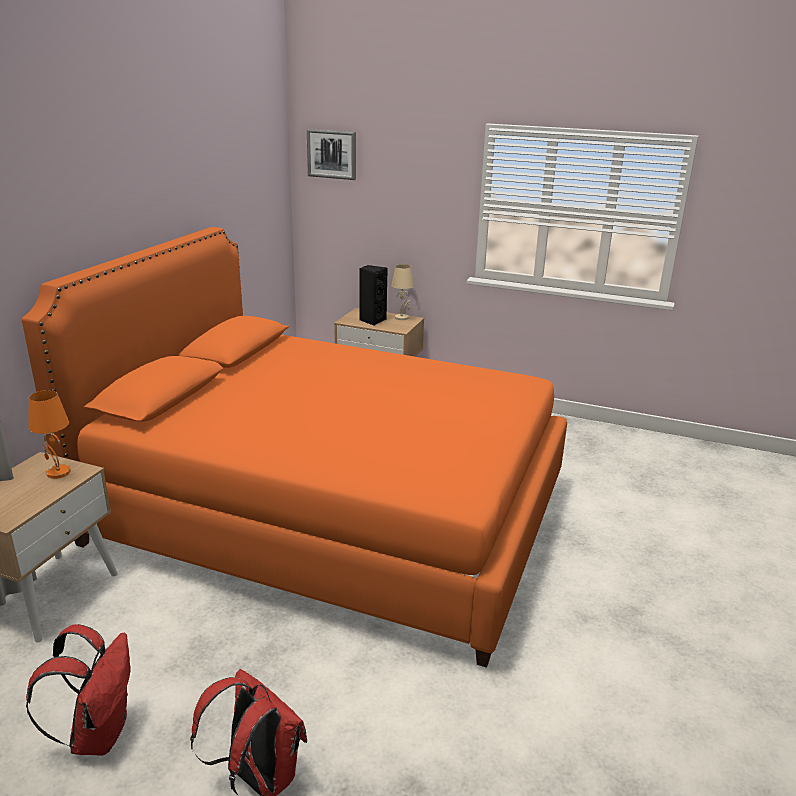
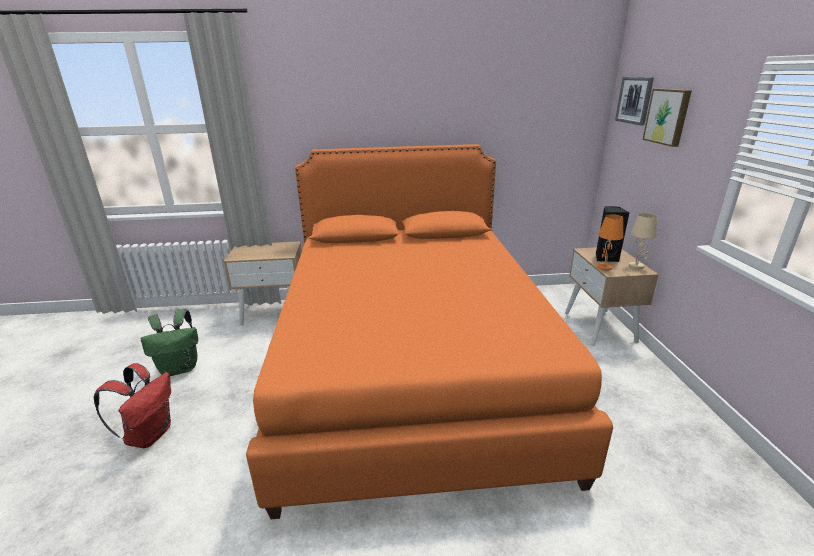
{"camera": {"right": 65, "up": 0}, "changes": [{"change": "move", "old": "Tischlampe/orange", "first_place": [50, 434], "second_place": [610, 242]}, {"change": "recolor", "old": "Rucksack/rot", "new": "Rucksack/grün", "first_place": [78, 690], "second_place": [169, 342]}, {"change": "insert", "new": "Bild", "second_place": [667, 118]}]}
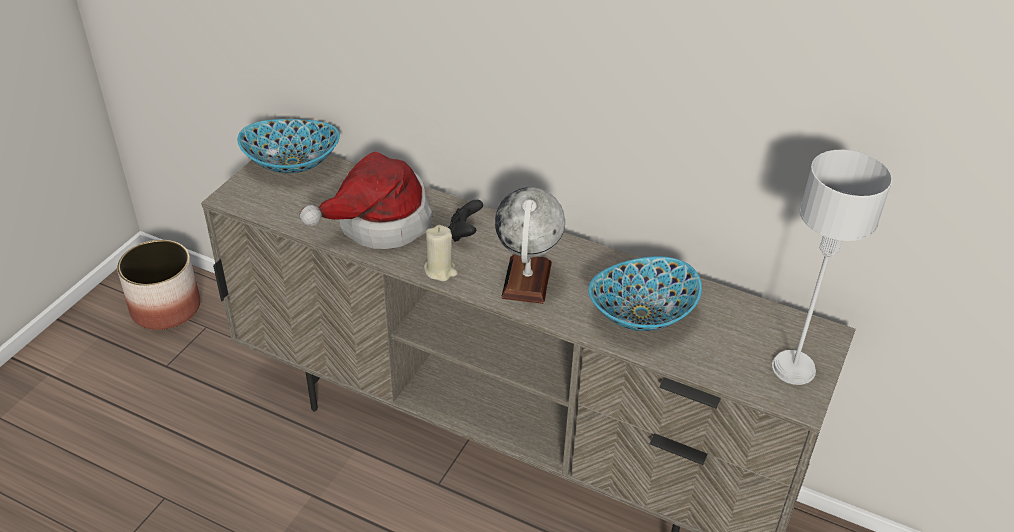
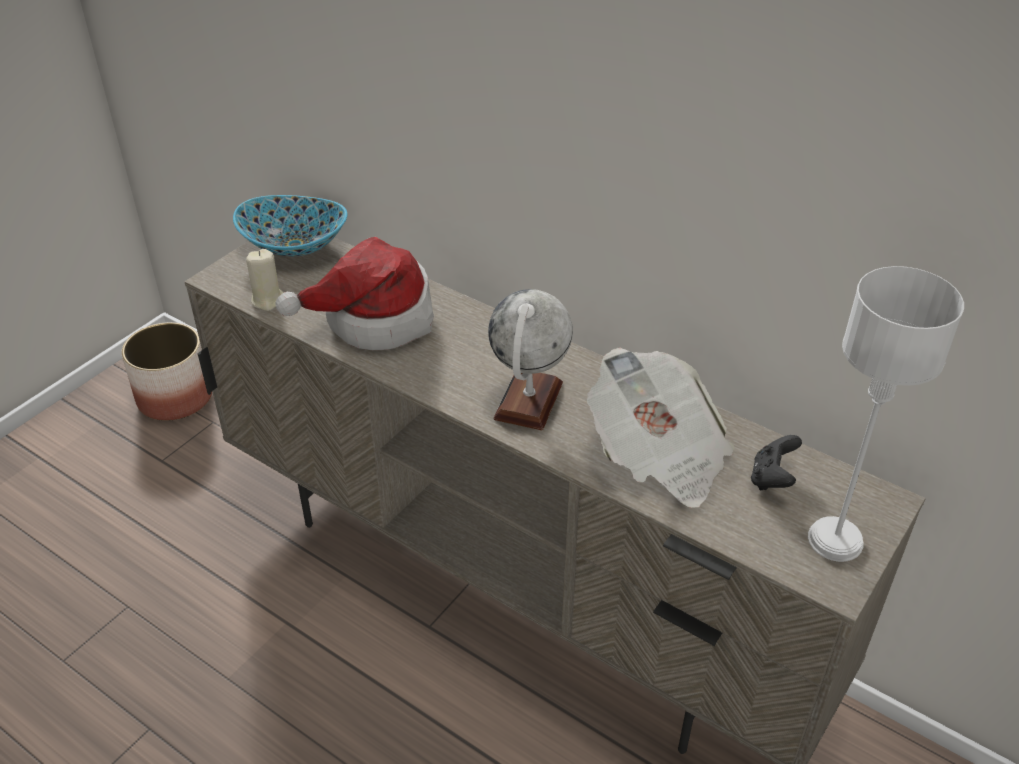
{"camera": {"right": 10, "up": 0}, "changes": [{"change": "move", "old": "Gamepad/schwarz", "first_place": [465, 221], "second_place": [776, 462]}, {"change": "move", "old": "Kerze/beige", "first_place": [441, 253], "second_place": [264, 280]}, {"change": "replace", "old": "Schüssel", "new": "Zeitung", "first_place": [645, 293], "second_place": [661, 428]}]}
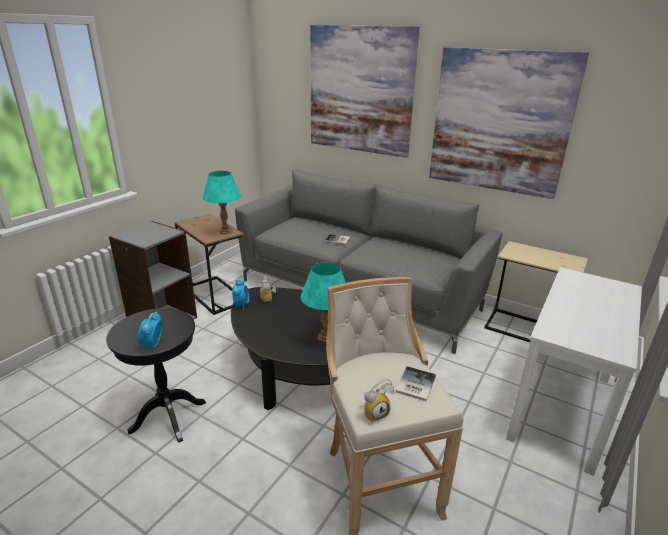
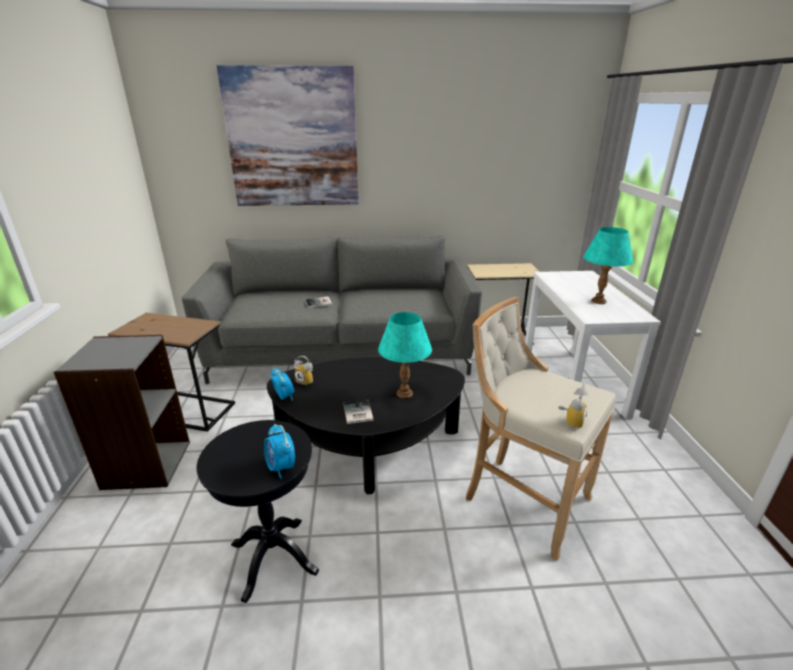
{"camera": {"right": -35, "up": 0}, "changes": [{"change": "delete", "old": "Bild", "first_place": [509, 123]}, {"change": "move", "old": "Tischlampe/türkis", "first_place": [222, 202], "second_place": [608, 265]}, {"change": "move", "old": "Buch", "first_place": [415, 383], "second_place": [359, 412]}]}
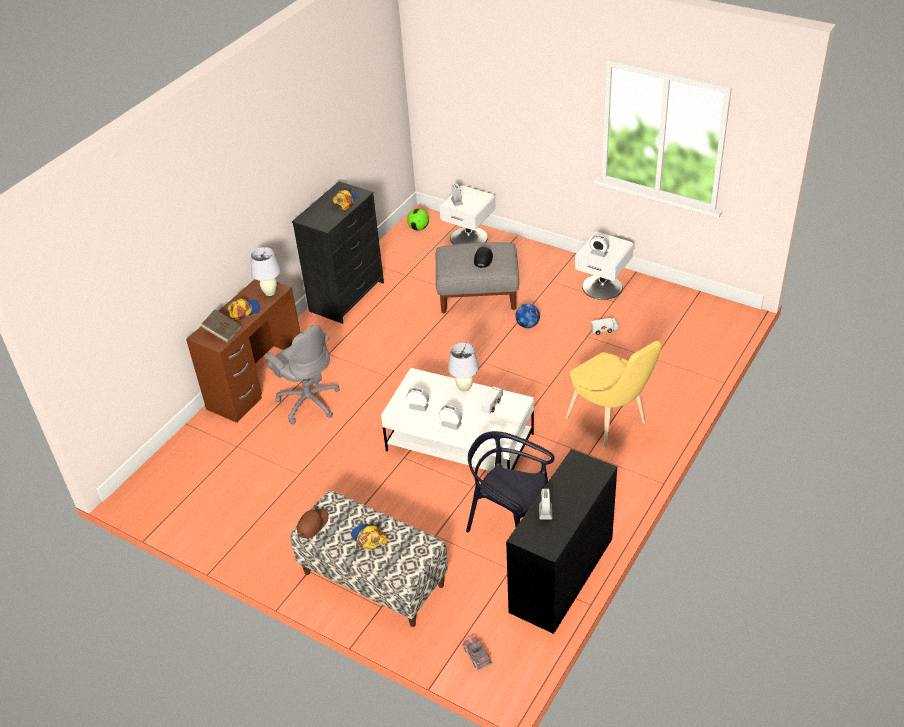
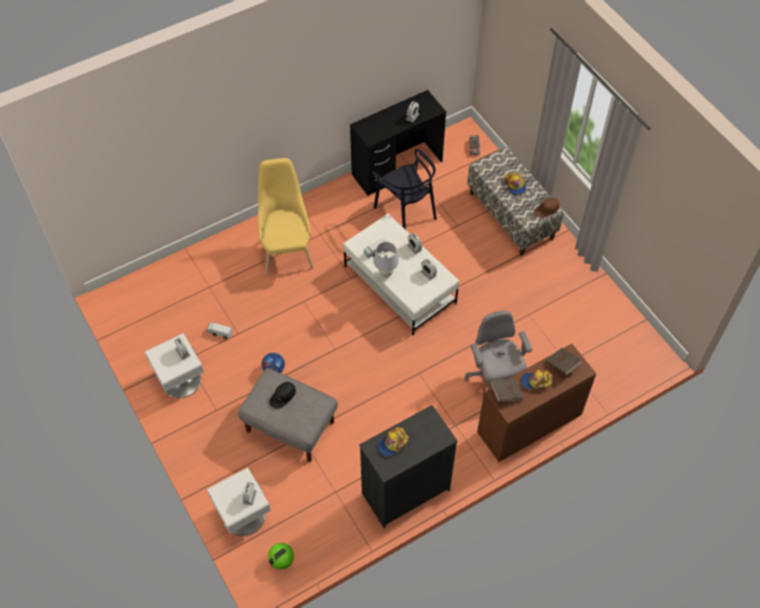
{"camera": {"right": -155, "up": 15}, "changes": [{"change": "replace", "old": "Tischlampe/weiß", "new": "Buch/braun", "first_place": [265, 271], "second_place": [507, 390]}]}
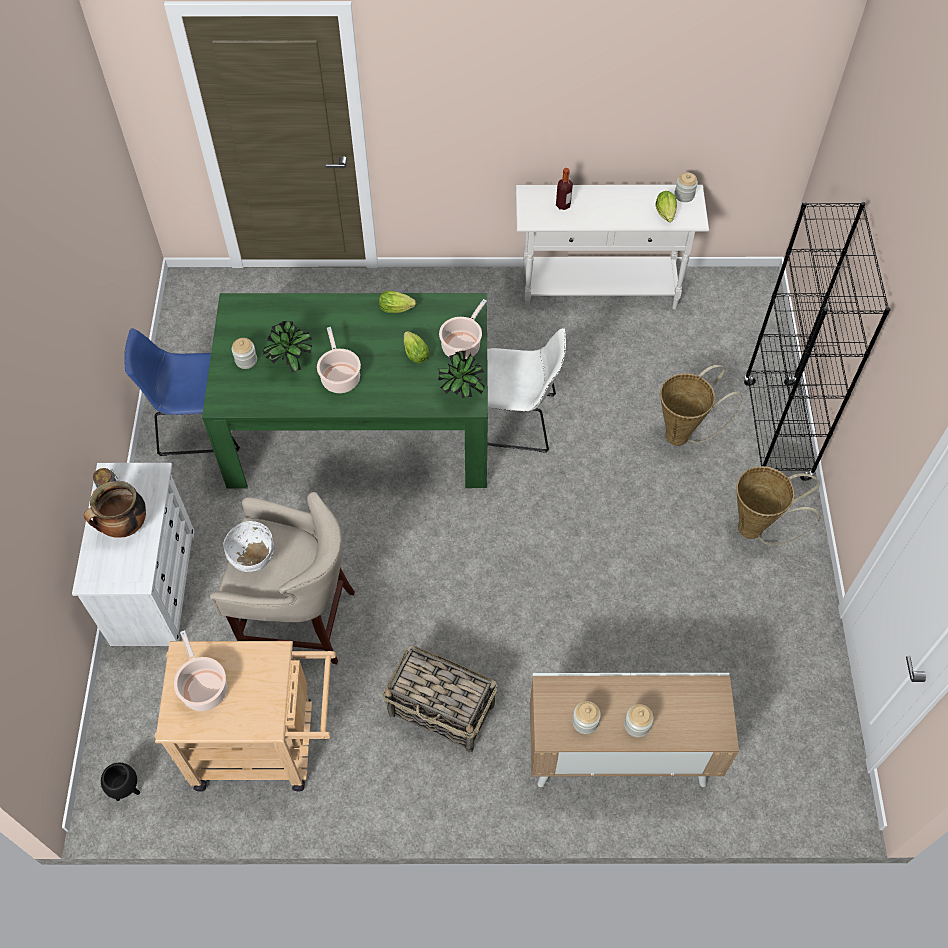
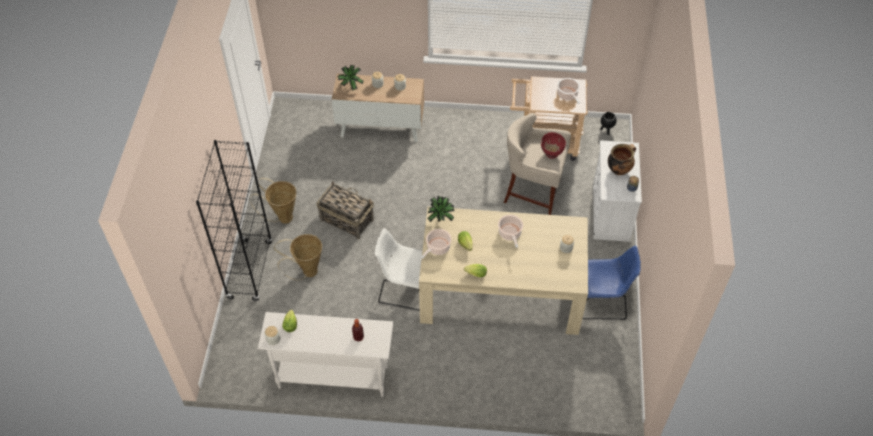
{"camera": {"right": -175, "up": -5}, "changes": [{"change": "recolor", "old": "Esstisch/grün", "new": "Esstisch/beige", "first_place": [345, 390], "second_place": [503, 271]}, {"change": "move", "old": "Topfpflanze", "first_place": [287, 347], "second_place": [350, 78]}, {"change": "recolor", "old": "Schüssel/weiß", "new": "Schüssel/rot", "first_place": [248, 546], "second_place": [553, 145]}, {"change": "move", "old": "Korb", "first_place": [439, 699], "second_place": [345, 210]}]}
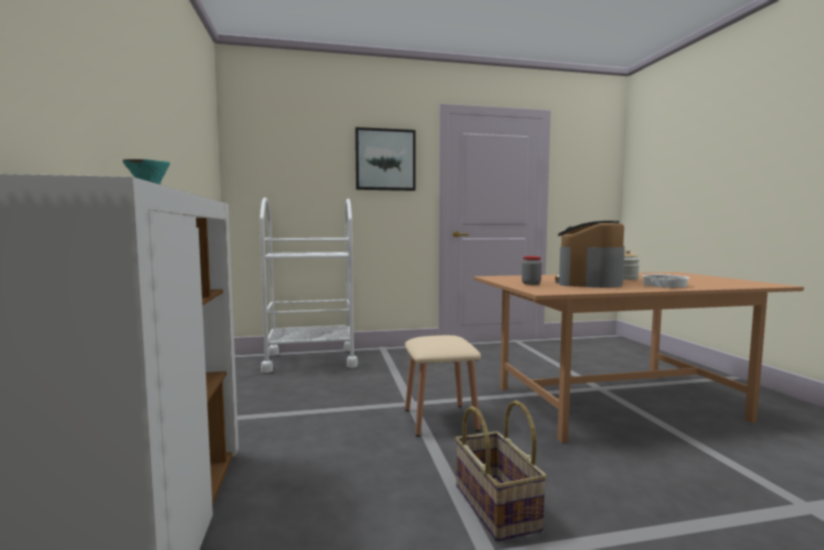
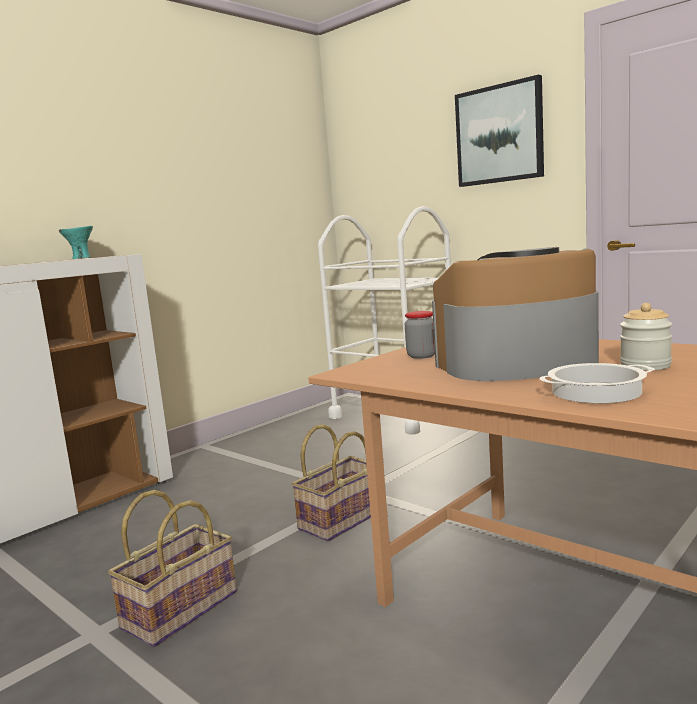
{"camera": {"right": 55, "up": 5}, "changes": [{"change": "replace", "old": "Hocker/beige", "new": "Korb", "first_place": [443, 385], "second_place": [331, 483]}]}
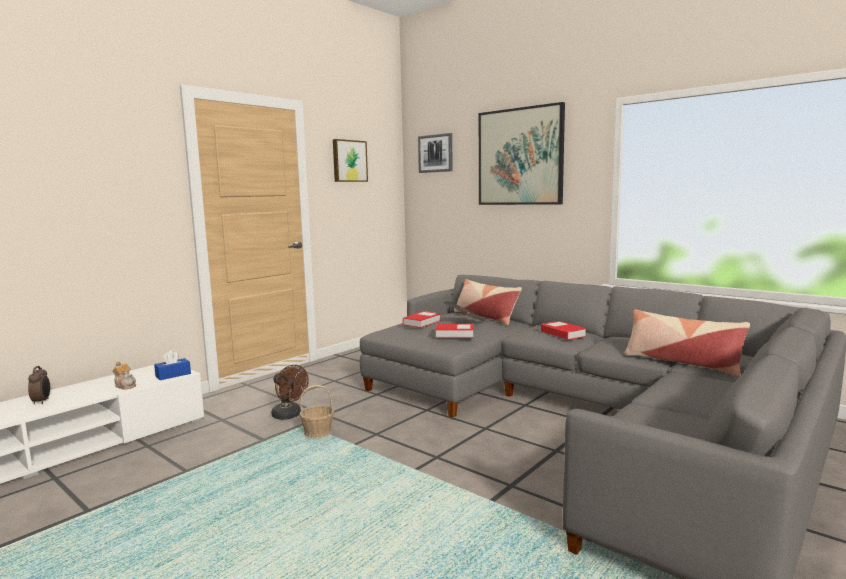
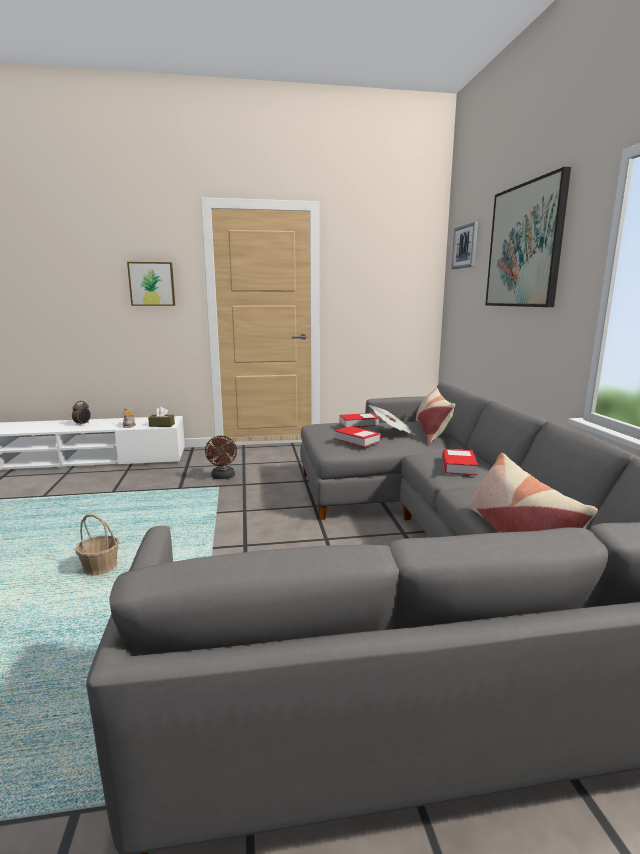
{"camera": {"right": 40, "up": 5}, "changes": [{"change": "move", "old": "Bild", "first_place": [350, 160], "second_place": [151, 284]}, {"change": "recolor", "old": "Taschentuchbox/blau", "new": "Taschentuchbox/braun", "first_place": [172, 365], "second_place": [161, 417]}, {"change": "move", "old": "Korb", "first_place": [316, 411], "second_place": [97, 545]}]}
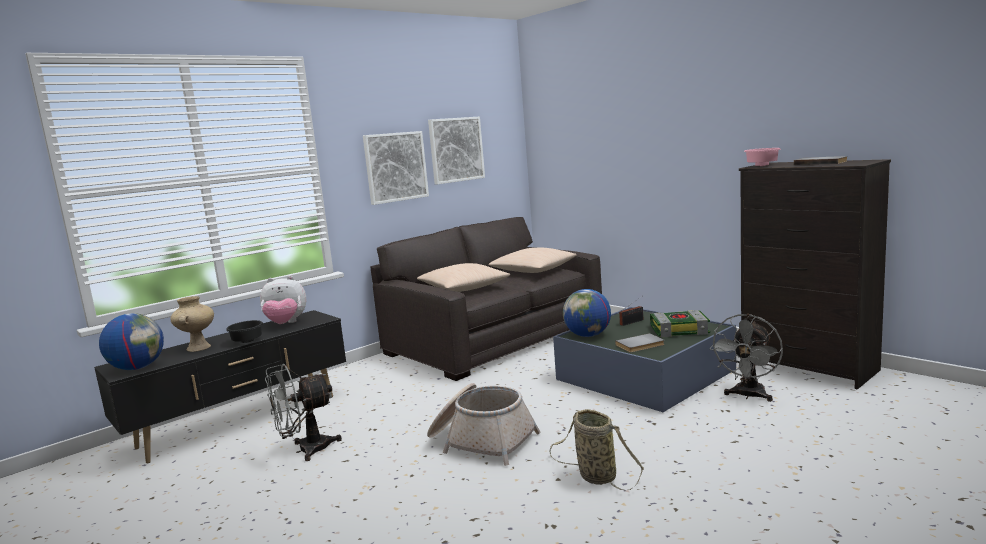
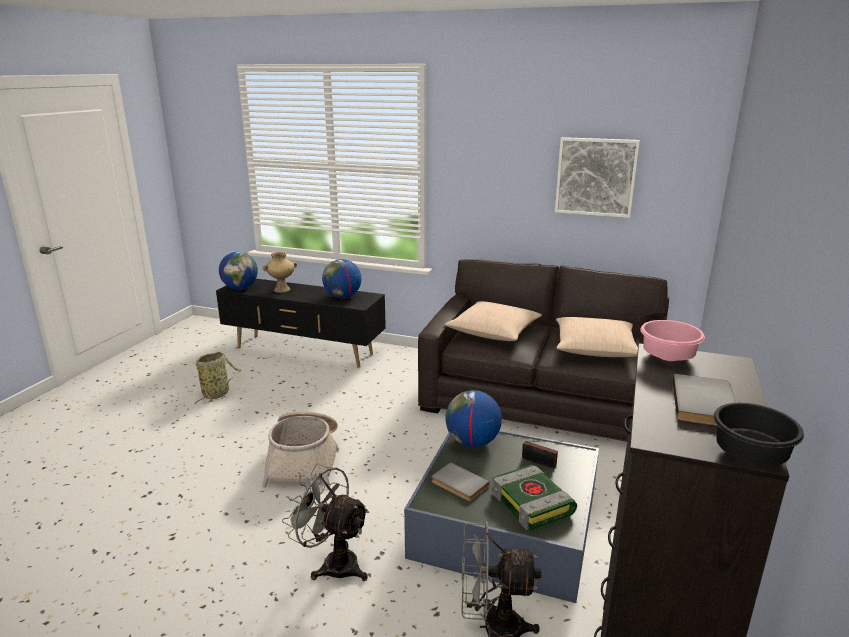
{"camera": {"right": 60, "up": 10}, "changes": [{"change": "delete", "old": "Bild", "first_place": [396, 168]}, {"change": "replace", "old": "Plüschtier", "new": "Globus", "first_place": [283, 300], "second_place": [342, 278]}, {"change": "move", "old": "Schüssel/schwarz", "first_place": [244, 331], "second_place": [758, 434]}, {"change": "move", "old": "Ventilator/grau", "first_place": [303, 412], "second_place": [325, 522]}, {"change": "move", "old": "Korb", "first_place": [596, 449], "second_place": [218, 378]}]}
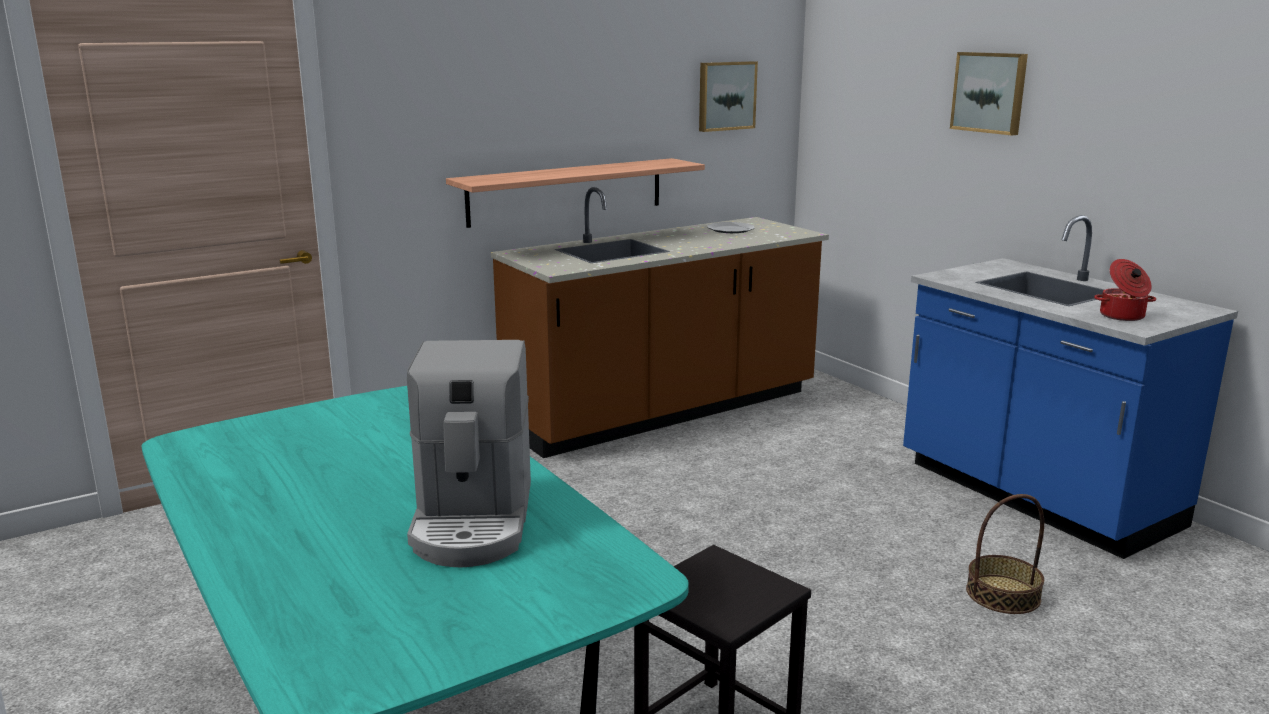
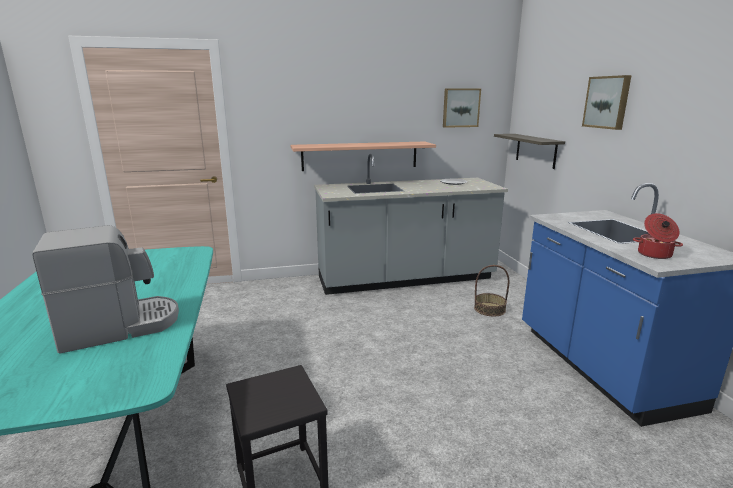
{"camera": {"right": 20, "up": 0}, "changes": [{"change": "recolor", "old": "Küchenzeile/braun", "new": "Küchenzeile/grau", "first_place": [660, 322], "second_place": [411, 224]}, {"change": "rotate", "old": "Kaffeemaschine", "first_place": [469, 454], "second_place": [105, 289], "degrees": -135}, {"change": "move", "old": "Korb", "first_place": [1005, 554], "second_place": [491, 291]}, {"change": "insert", "new": "Wandregal", "second_place": [529, 151]}]}
